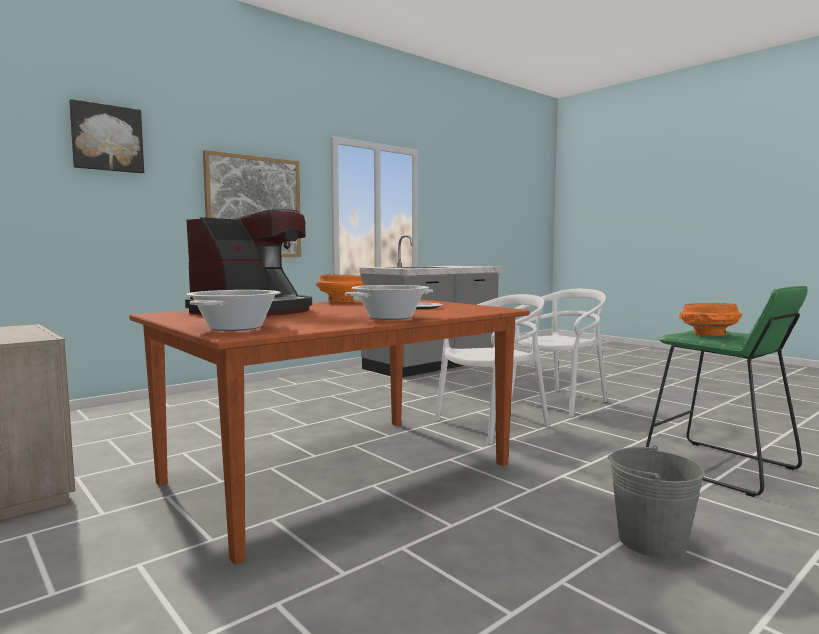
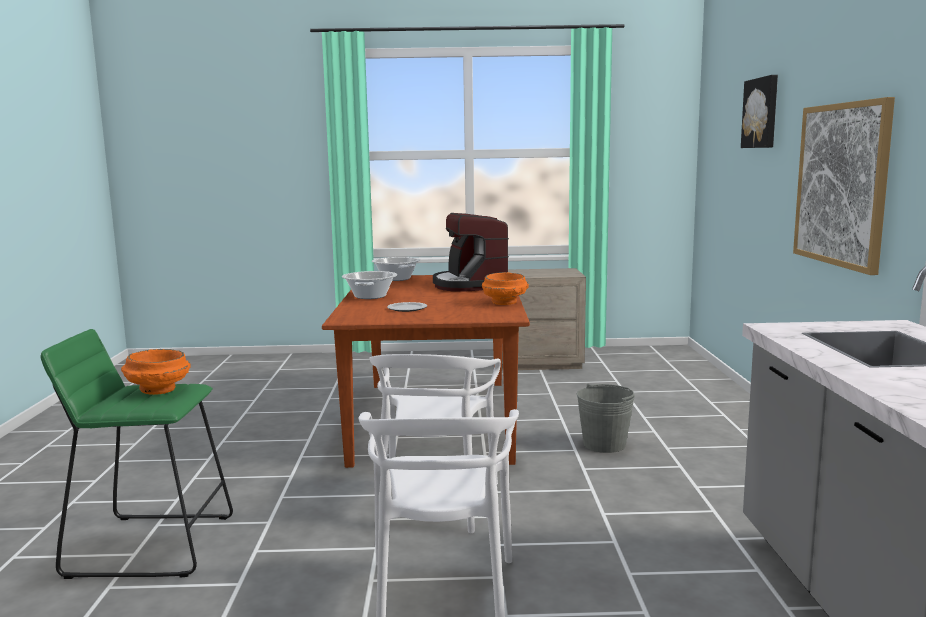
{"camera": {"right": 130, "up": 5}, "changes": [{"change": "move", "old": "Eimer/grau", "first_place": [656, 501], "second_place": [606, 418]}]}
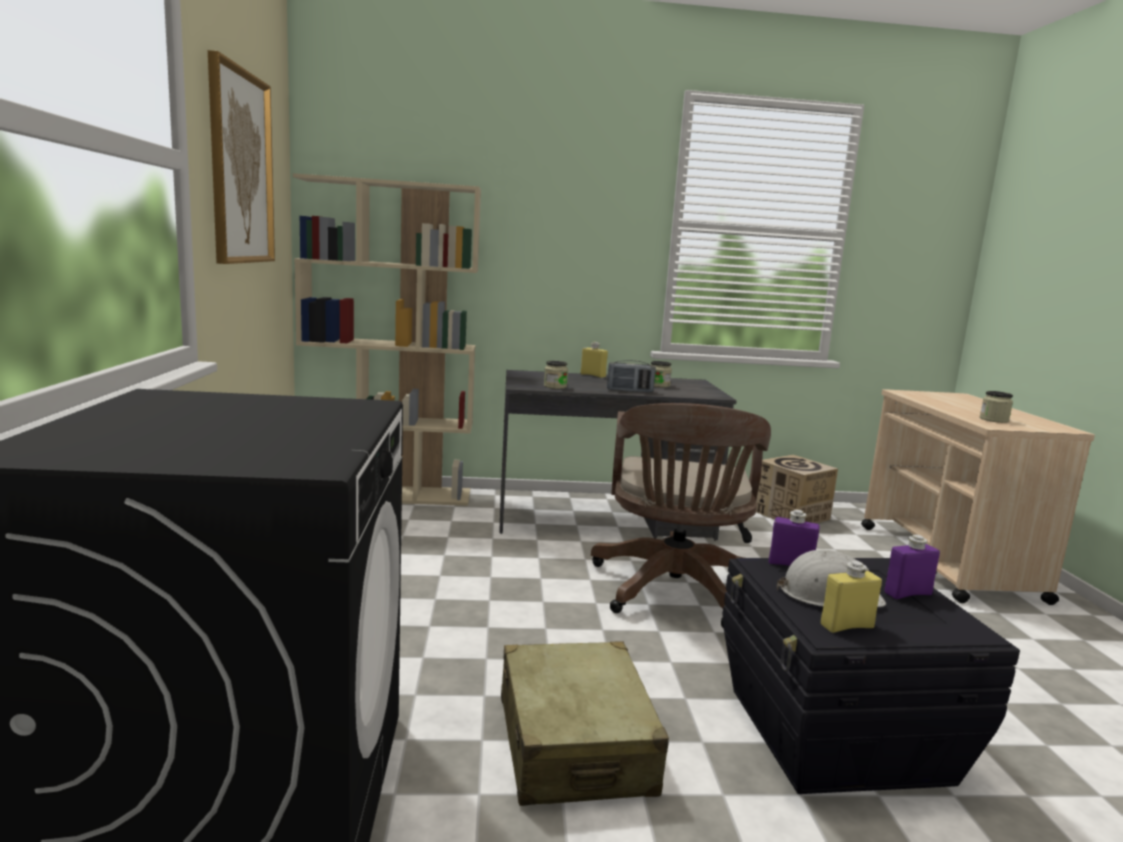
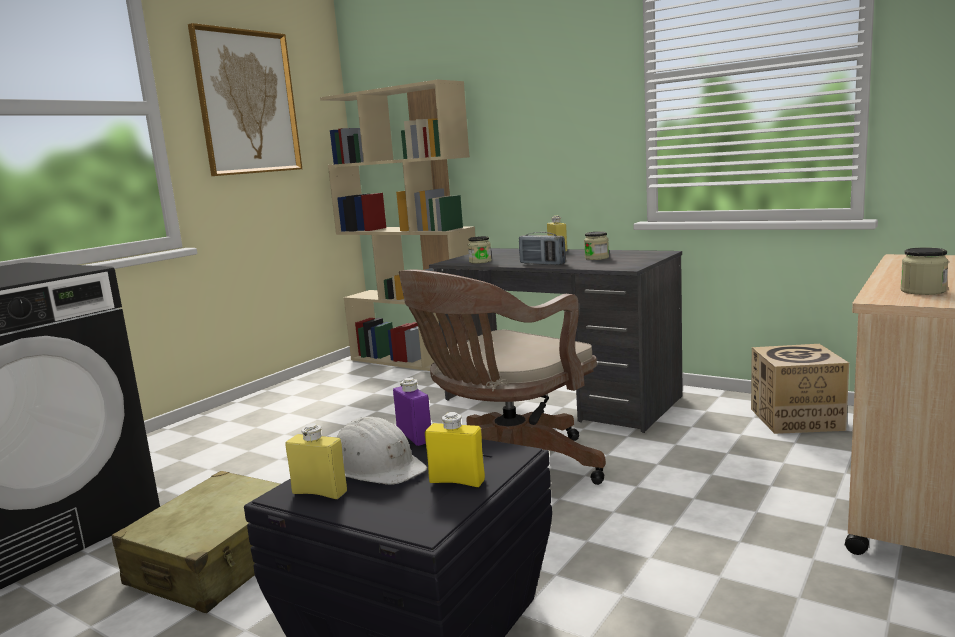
{"camera": {"right": 40, "up": 0}, "changes": [{"change": "recolor", "old": "Flasche/lila", "new": "Flasche/gelb", "first_place": [912, 567], "second_place": [455, 449]}]}
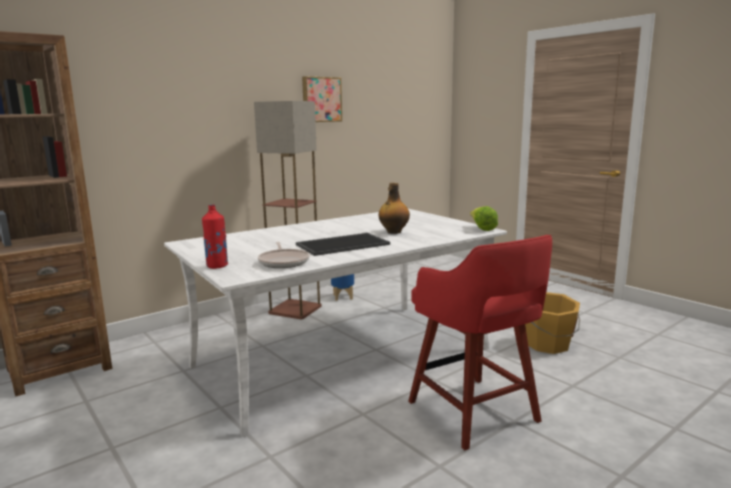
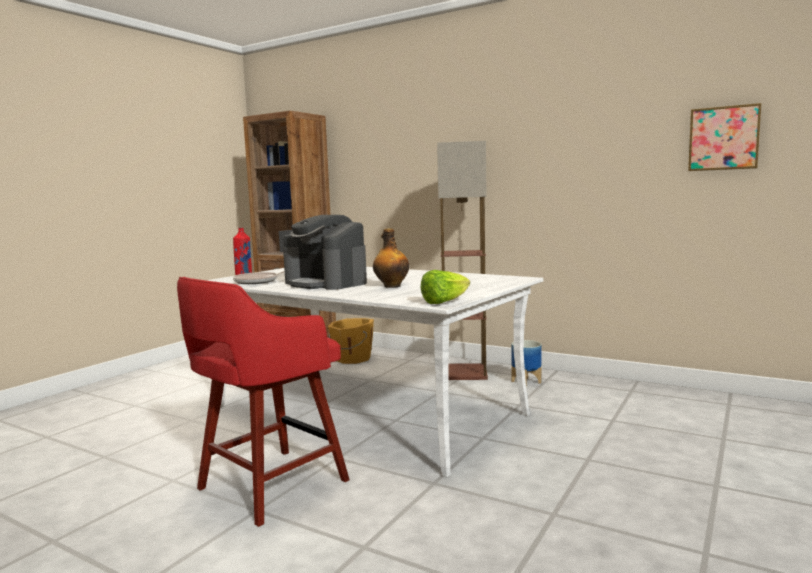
{"camera": {"right": 70, "up": -5}, "changes": [{"change": "move", "old": "Bild", "first_place": [322, 99], "second_place": [724, 137]}, {"change": "replace", "old": "Tablett", "new": "Kaffeemaschine", "first_place": [343, 244], "second_place": [325, 252]}, {"change": "move", "old": "Eimer/orange", "first_place": [552, 323], "second_place": [351, 341]}]}
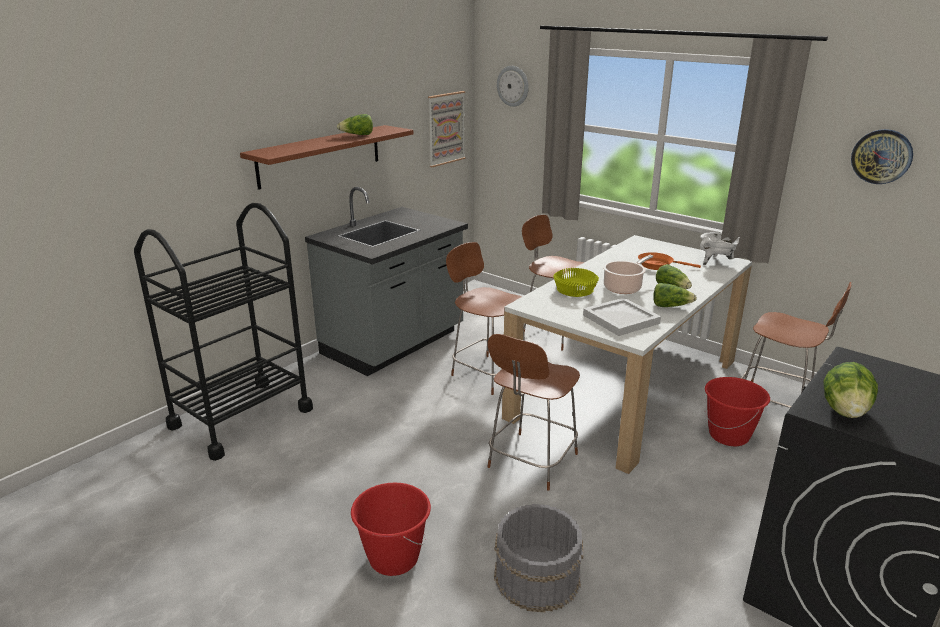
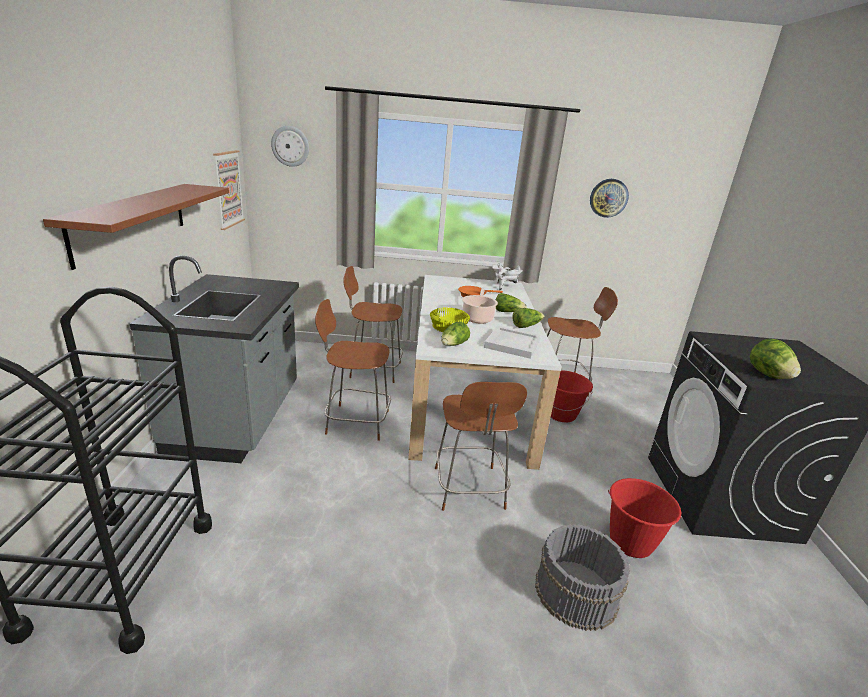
{"camera": {"right": -40, "up": 0}, "changes": [{"change": "move", "old": "Salatkopf", "first_place": [355, 124], "second_place": [456, 334]}, {"change": "move", "old": "Eimer/rot", "first_place": [391, 529], "second_place": [645, 518]}]}
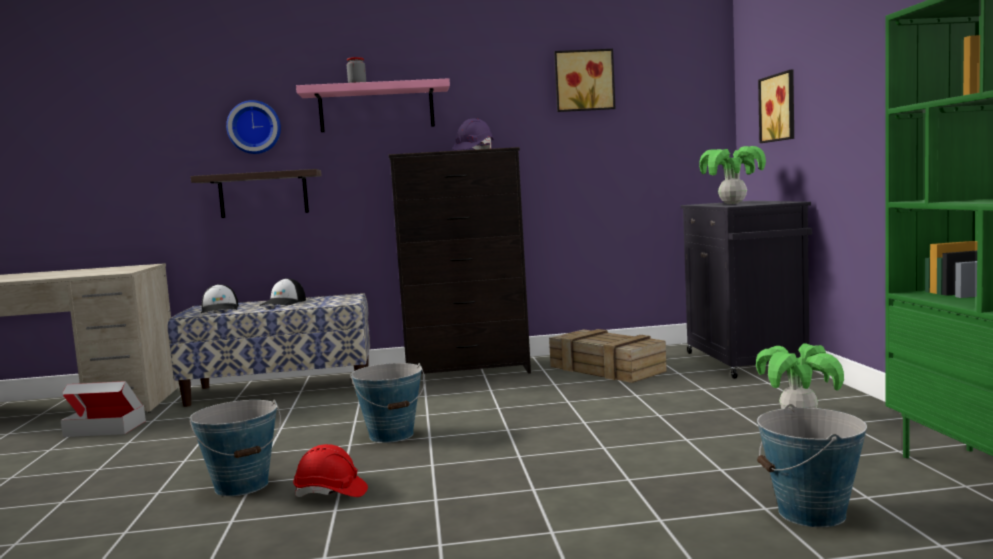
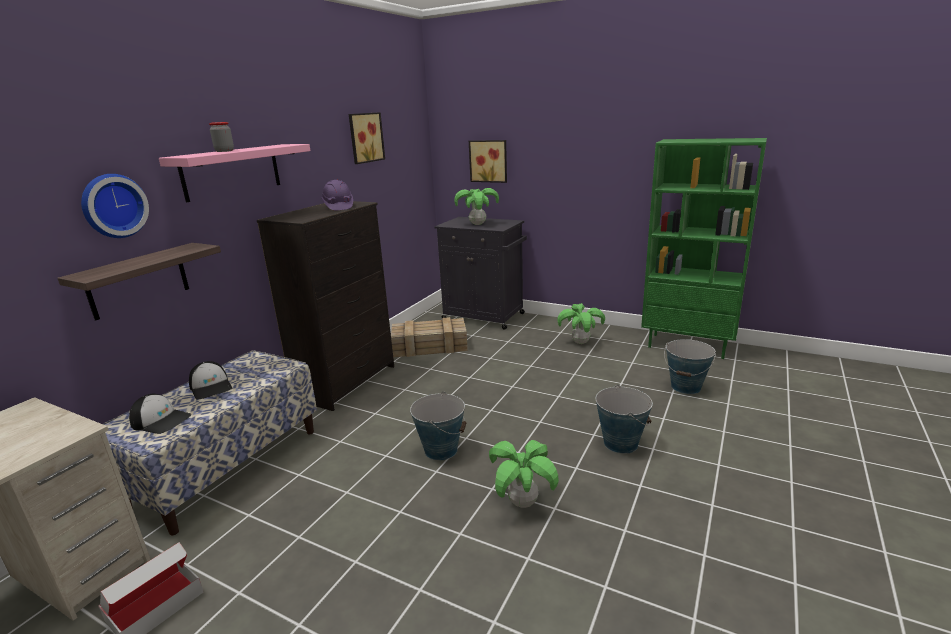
{"camera": {"right": -55, "up": 15}, "changes": [{"change": "move", "old": "Eimer", "first_place": [235, 448], "second_place": [624, 419]}, {"change": "replace", "old": "Schutzhelm/rot", "new": "Topfpflanze", "first_place": [330, 470], "second_place": [524, 474]}]}
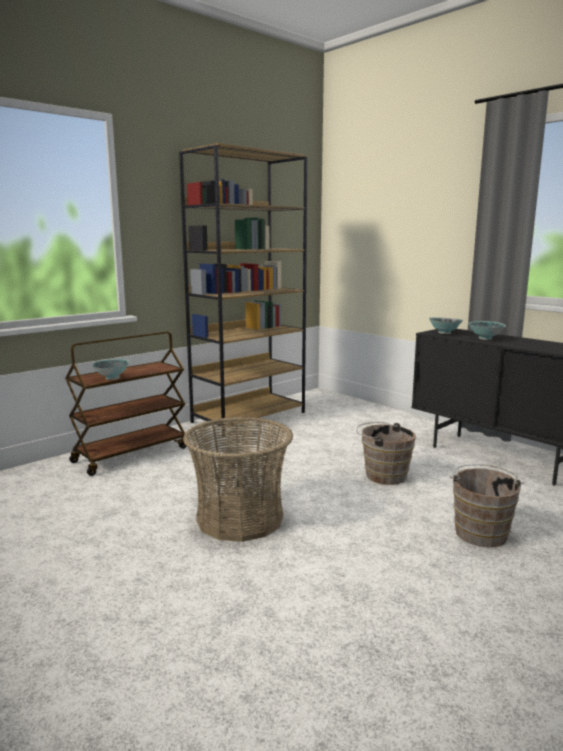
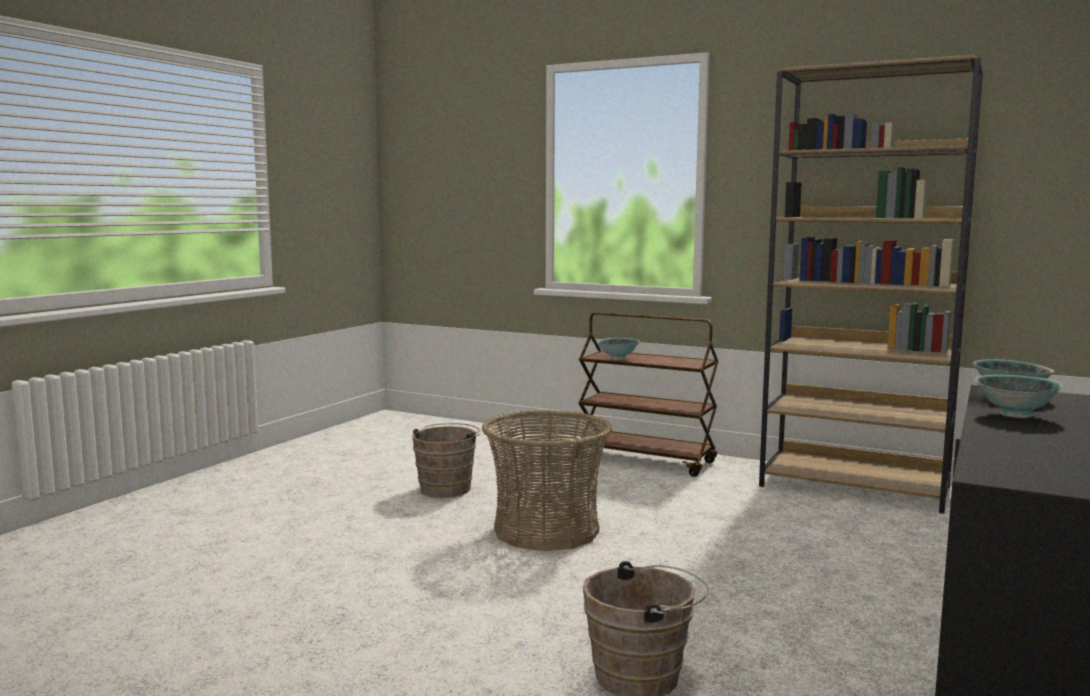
{"camera": {"right": 70, "up": -5}, "changes": [{"change": "move", "old": "Eimer/braun", "first_place": [386, 453], "second_place": [447, 460]}]}
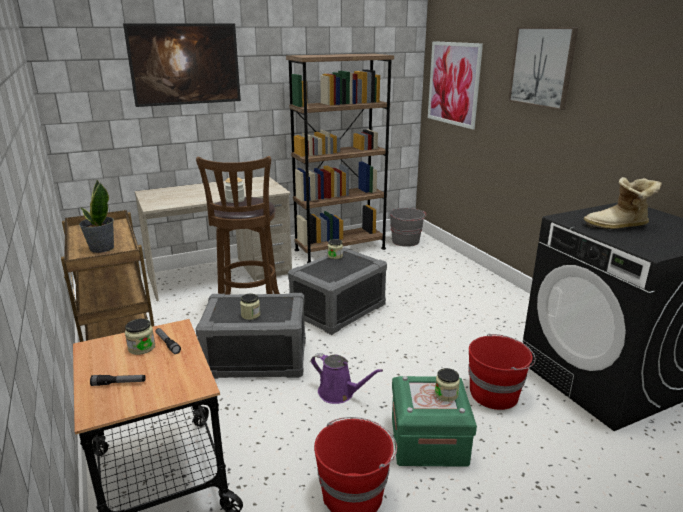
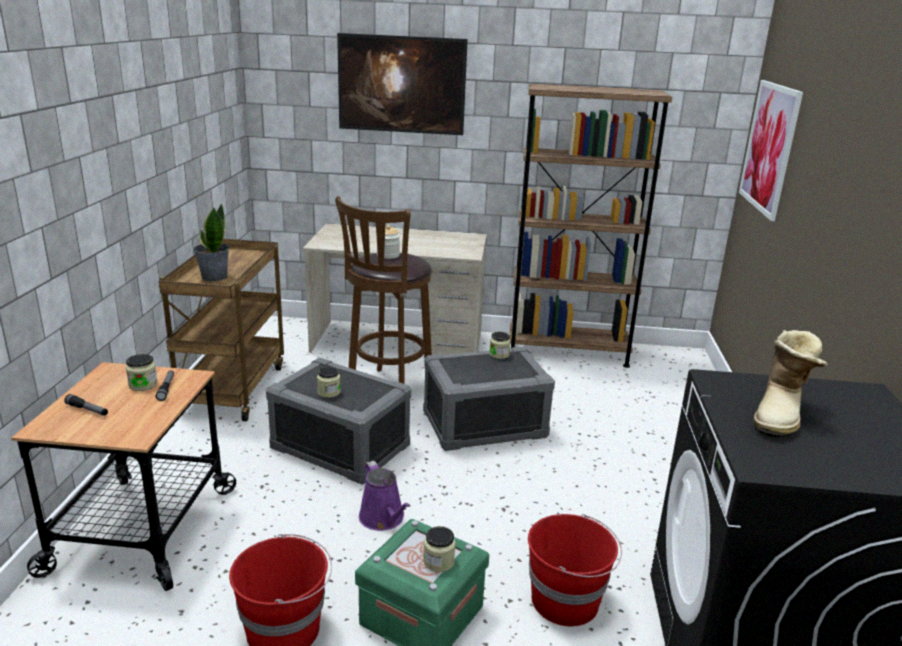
{"camera": {"right": 30, "up": 0}, "changes": [{"change": "delete", "old": "Bild", "first_place": [543, 68]}, {"change": "rotate", "old": "Stiefel", "first_place": [623, 203], "second_place": [790, 384], "degrees": -90}, {"change": "delete", "old": "Eimer/grau", "first_place": [407, 227]}]}
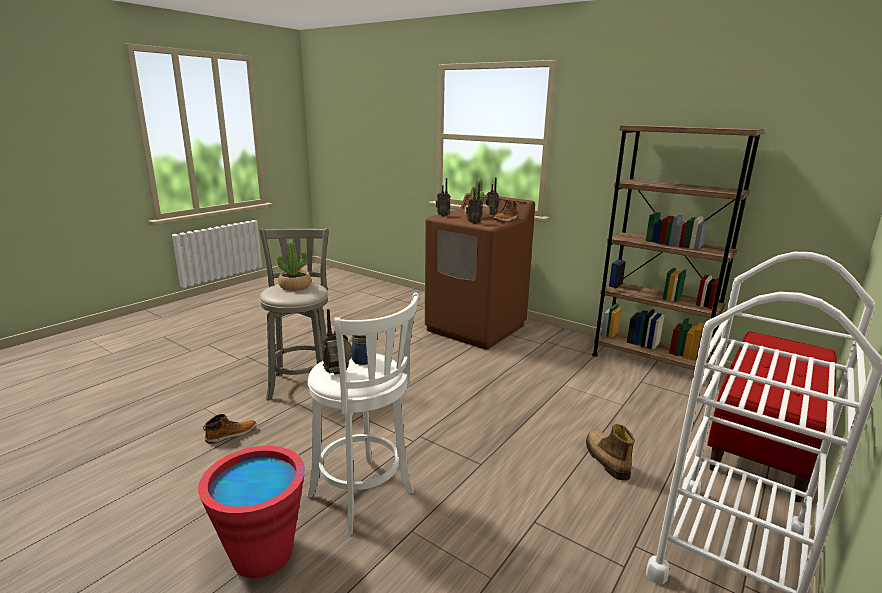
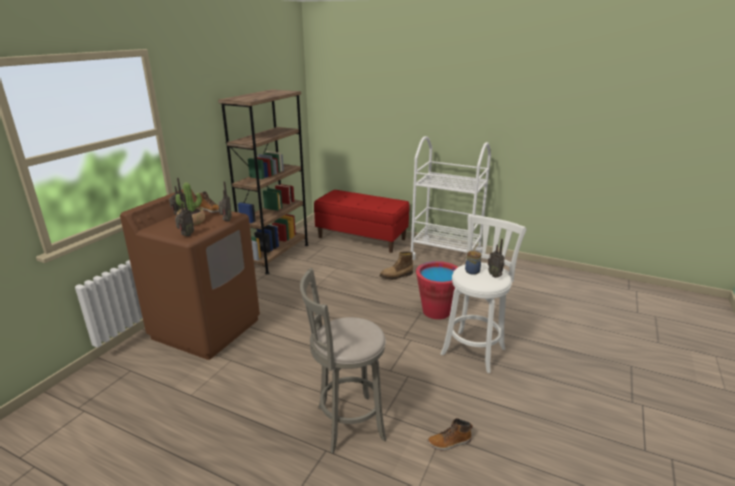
{"camera": {"right": -100, "up": 5}, "changes": [{"change": "delete", "old": "Topfpflanze", "first_place": [294, 266]}, {"change": "rotate", "old": "Stiefel", "first_place": [229, 429], "second_place": [450, 434], "degrees": -60}, {"change": "move", "old": "Eimer/rot", "first_place": [251, 512], "second_place": [437, 290]}]}
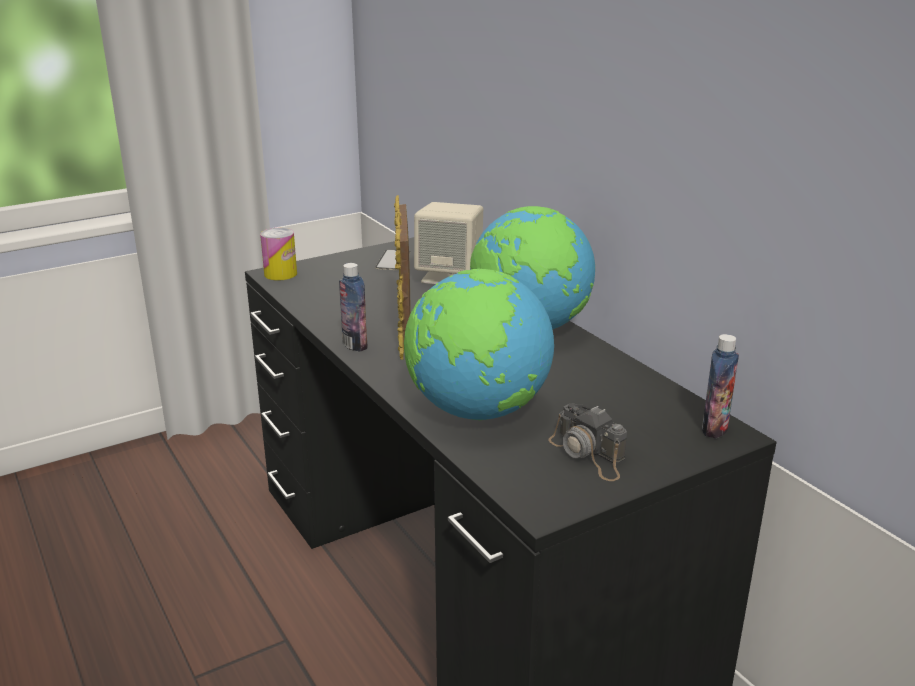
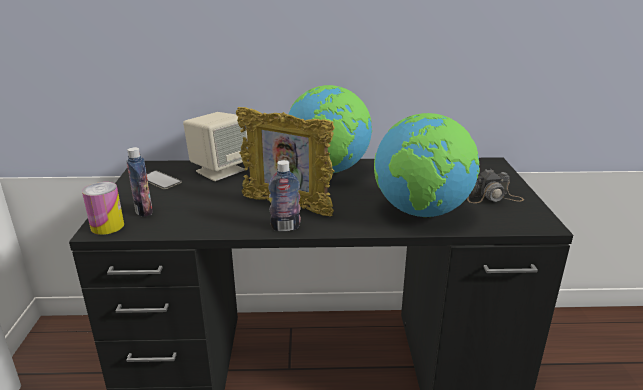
{"camera": {"right": -60, "up": 0}, "changes": [{"change": "move", "old": "Flasche", "first_place": [720, 386], "second_place": [139, 182]}]}
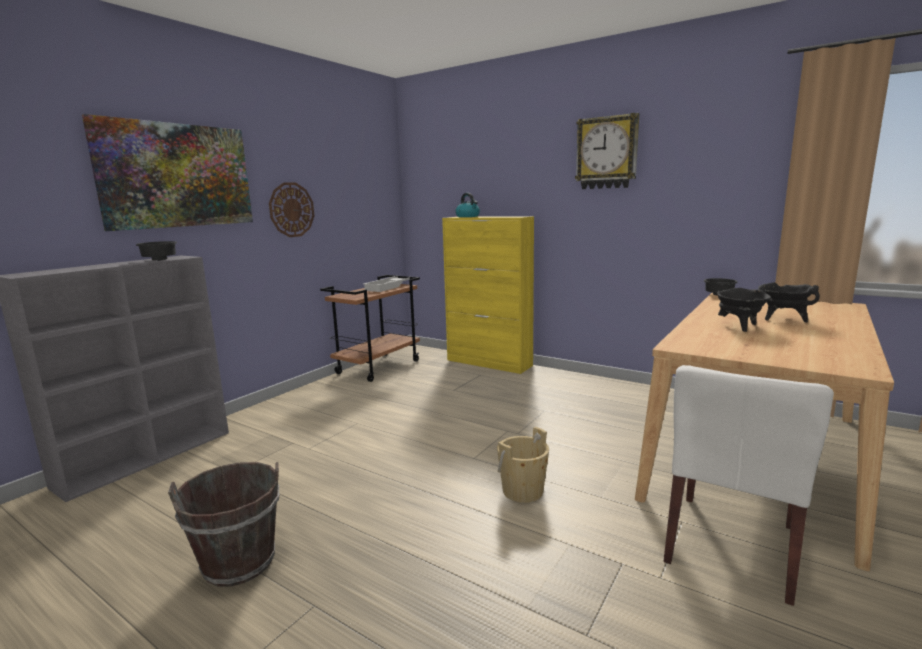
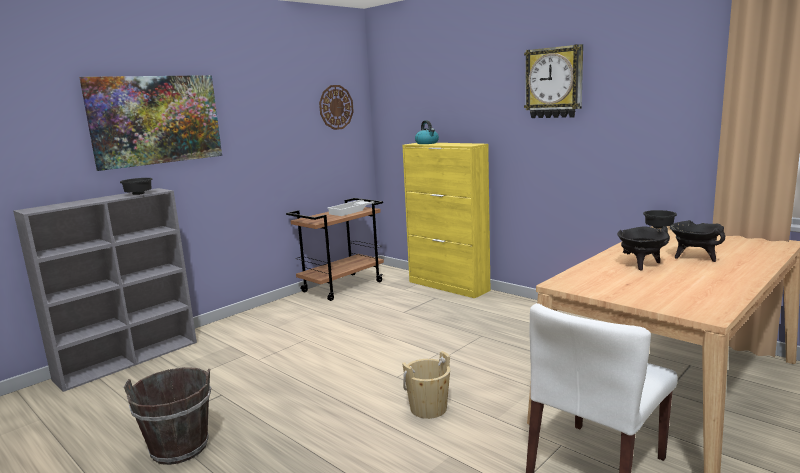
{"camera": {"right": 10, "up": 0}, "changes": [{"change": "move", "old": "Wanduhr", "first_place": [291, 209], "second_place": [336, 107]}]}
